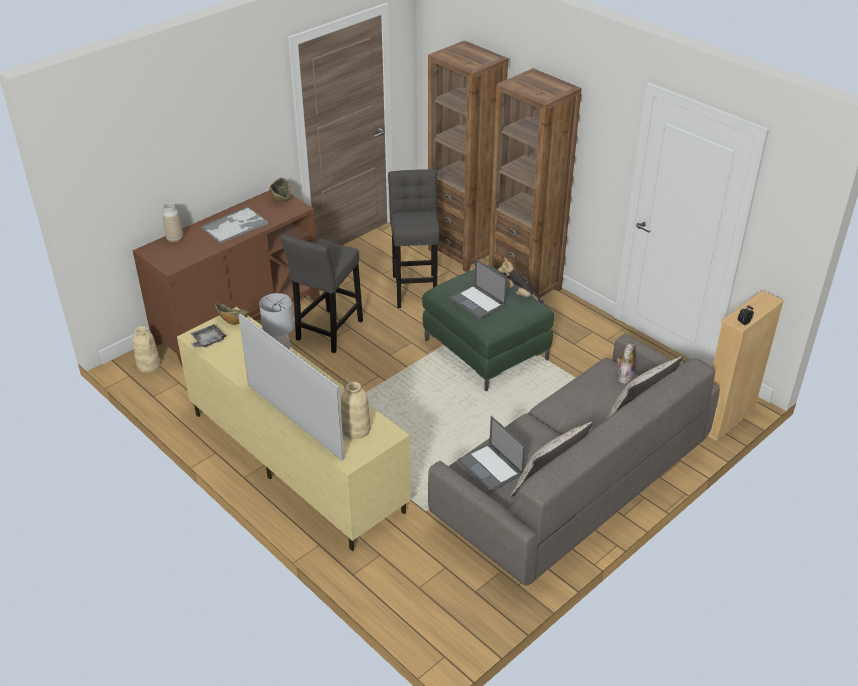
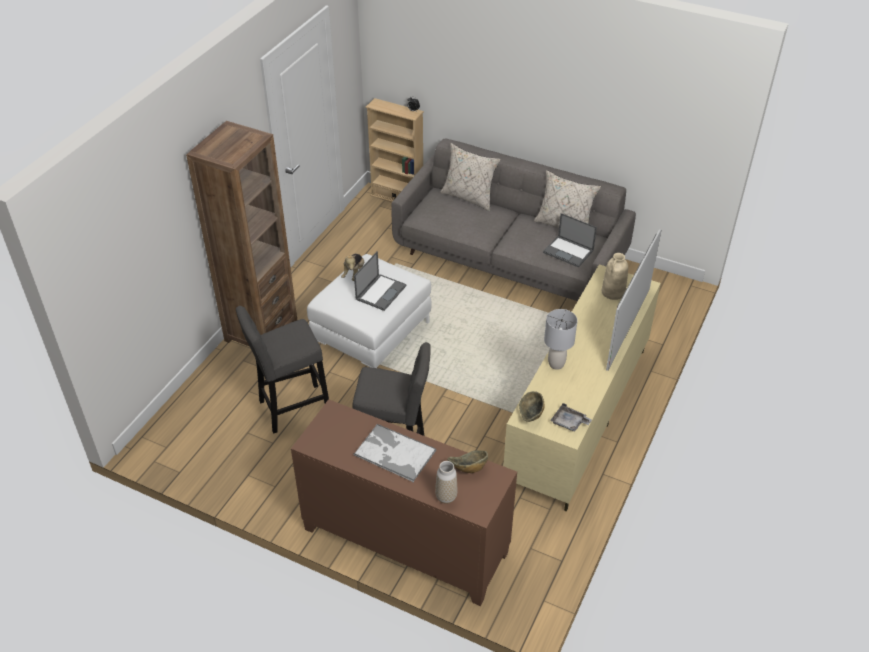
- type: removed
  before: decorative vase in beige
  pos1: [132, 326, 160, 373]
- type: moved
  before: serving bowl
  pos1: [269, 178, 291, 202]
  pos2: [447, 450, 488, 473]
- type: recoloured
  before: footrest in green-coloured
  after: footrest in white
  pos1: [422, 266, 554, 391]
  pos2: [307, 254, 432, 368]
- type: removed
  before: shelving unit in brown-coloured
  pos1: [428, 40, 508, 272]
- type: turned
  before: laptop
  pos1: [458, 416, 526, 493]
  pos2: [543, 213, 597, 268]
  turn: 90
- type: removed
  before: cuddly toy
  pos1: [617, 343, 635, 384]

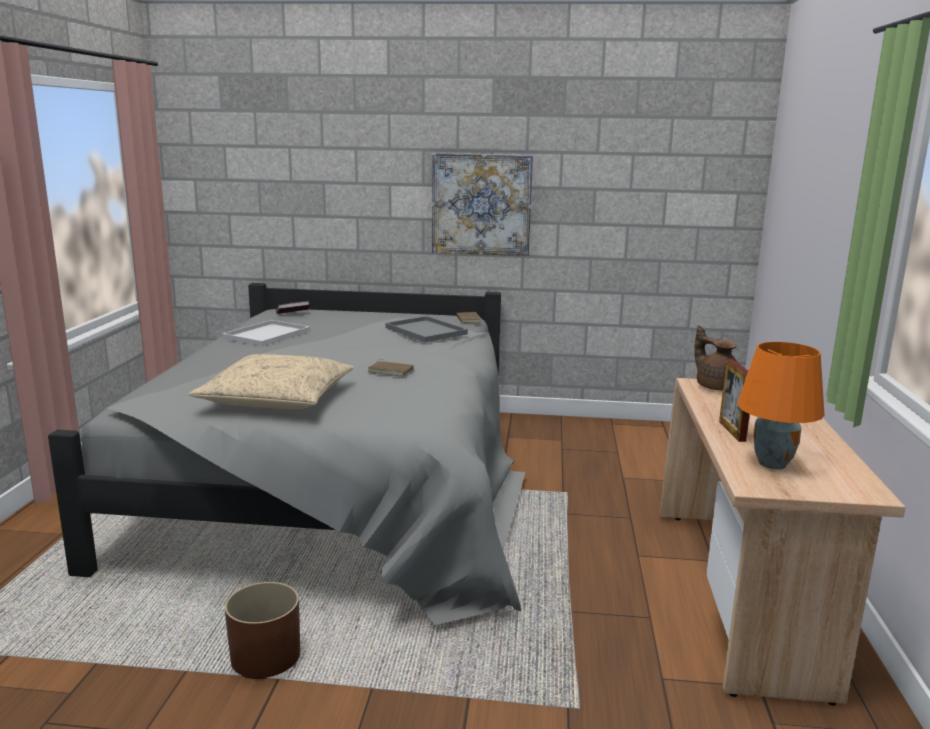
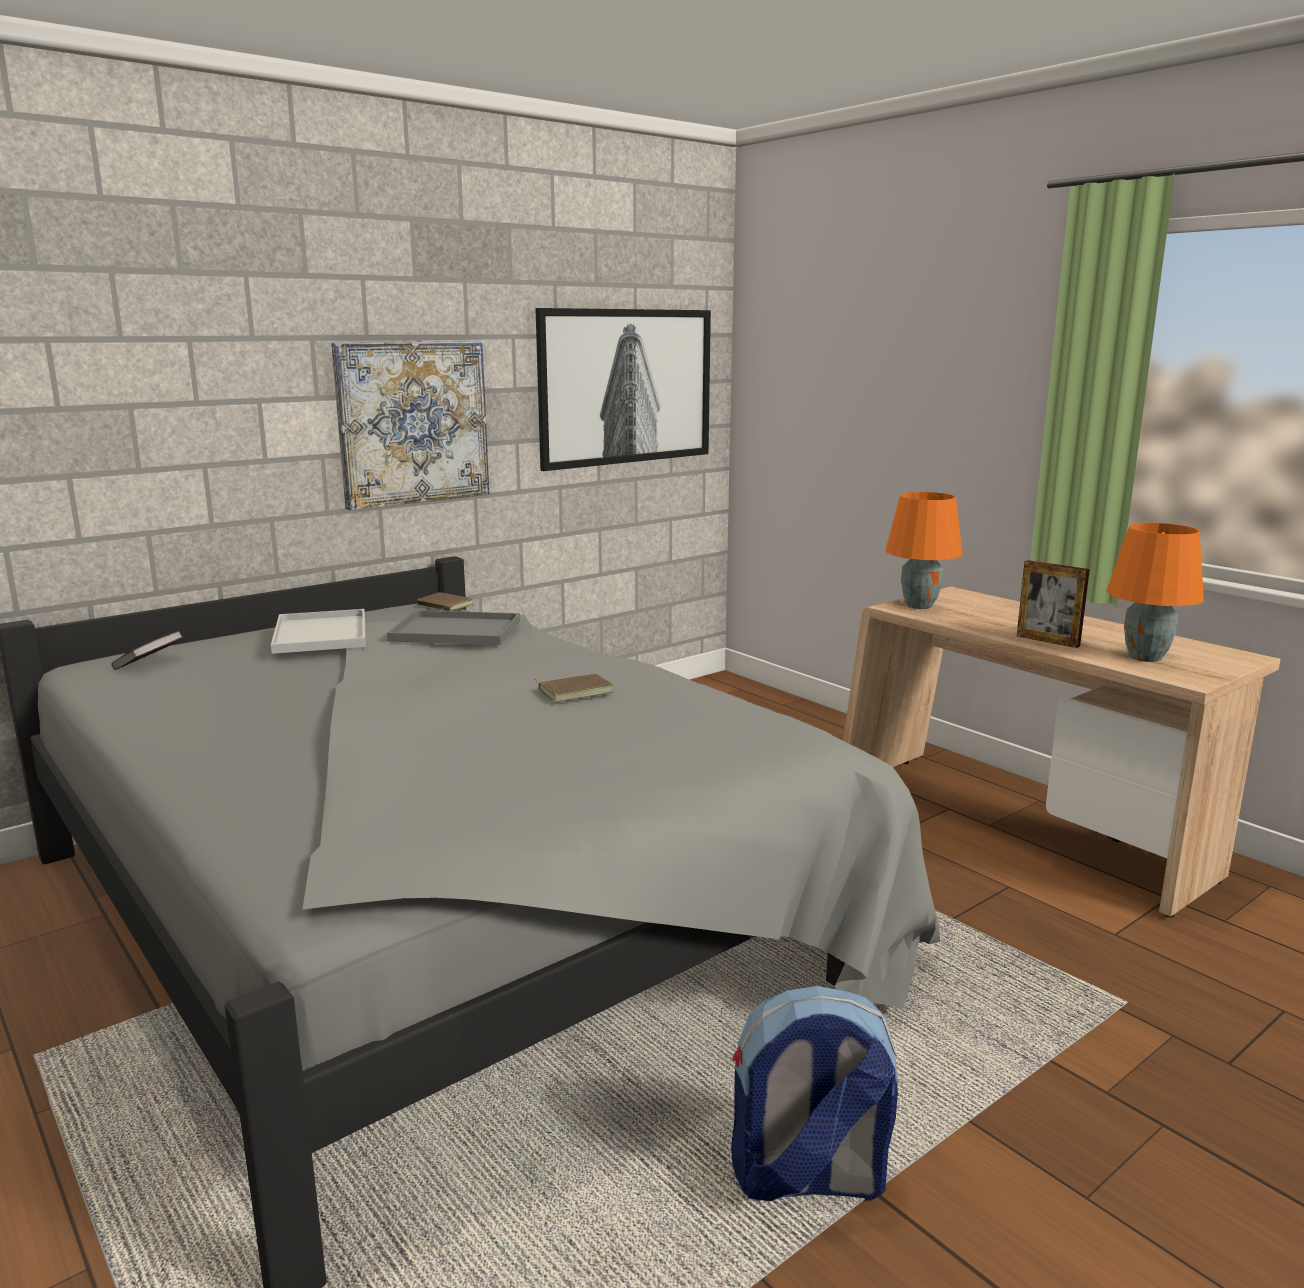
- type: removed
  before: cushion in beige
  pos1: [189, 354, 354, 409]
- type: moved
  before: tray in white
  pos1: [222, 320, 310, 347]
  pos2: [271, 609, 366, 654]
- type: replaced
  before: planter in brown-coloured
  after: knapsack
  pos1: [225, 582, 300, 679]
  pos2: [731, 986, 898, 1201]
- type: replaced
  before: pot for tea in brown-coloured
  after: tabletop lamp in orange-coloured
  pos1: [694, 325, 737, 391]
  pos2: [885, 492, 962, 609]
- type: added
  after: wall picture
  pos2: [535, 308, 711, 471]

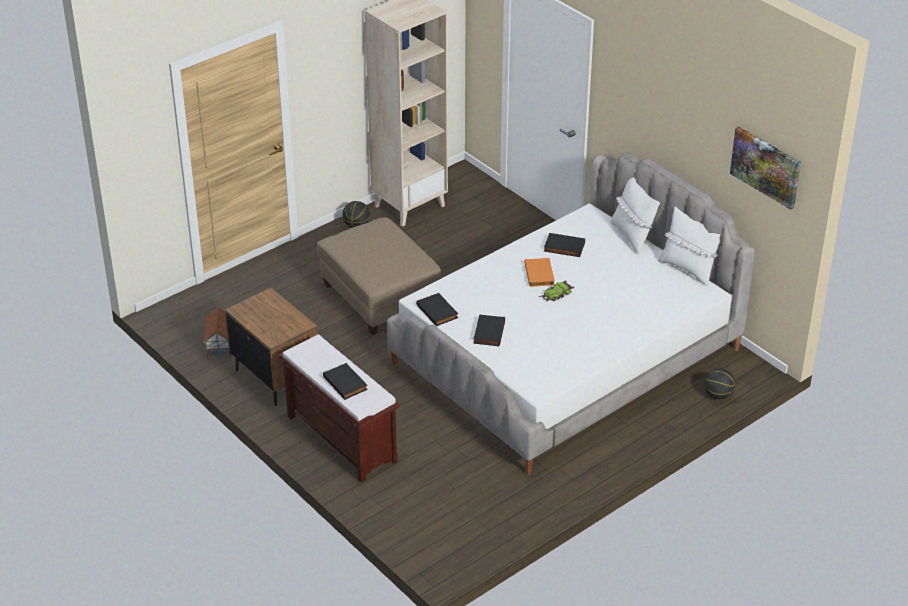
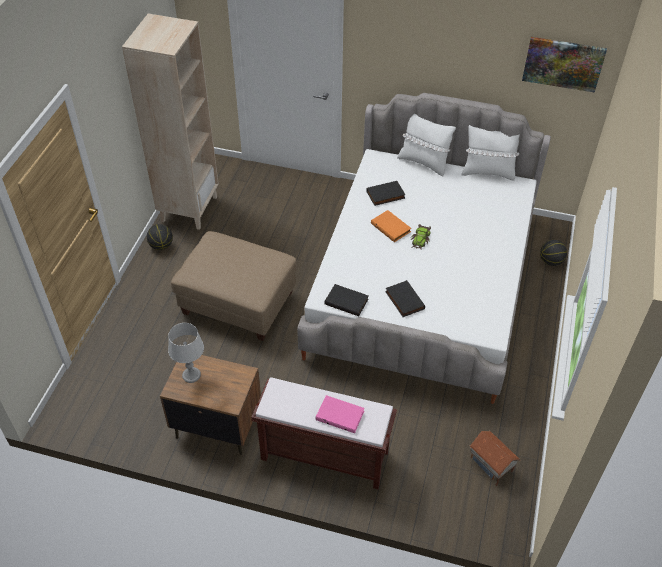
- type: moved
  before: model house
  pos1: [203, 307, 231, 360]
  pos2: [470, 431, 520, 486]
- type: recoloured
  before: book in black
  after: book in pink-coloured
  pos1: [323, 363, 368, 400]
  pos2: [316, 395, 364, 433]
- type: added
  after: tabletop lamp in grey
  pos2: [168, 323, 204, 383]

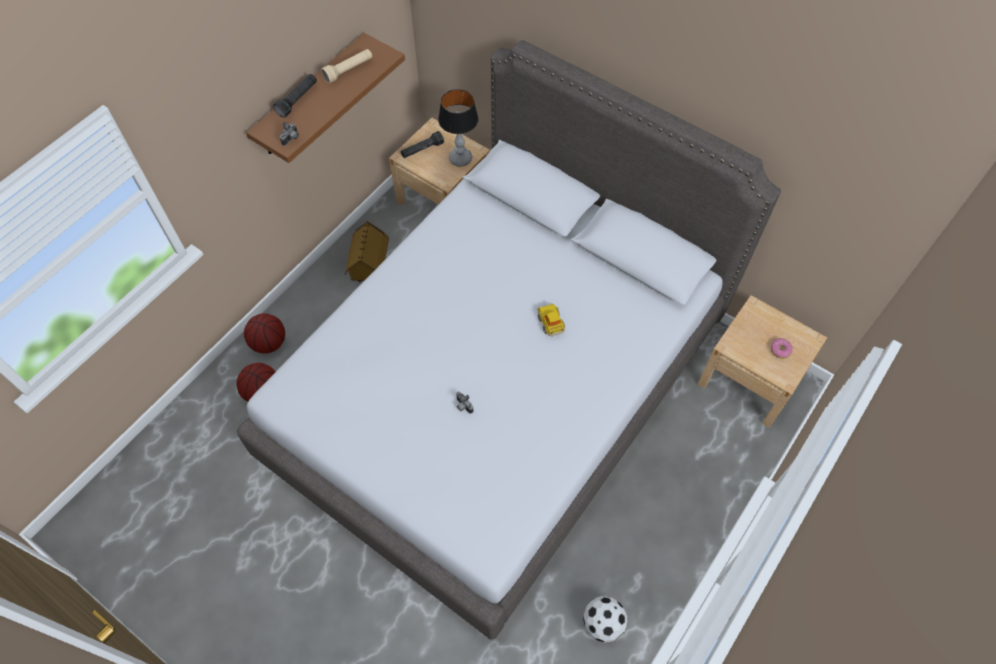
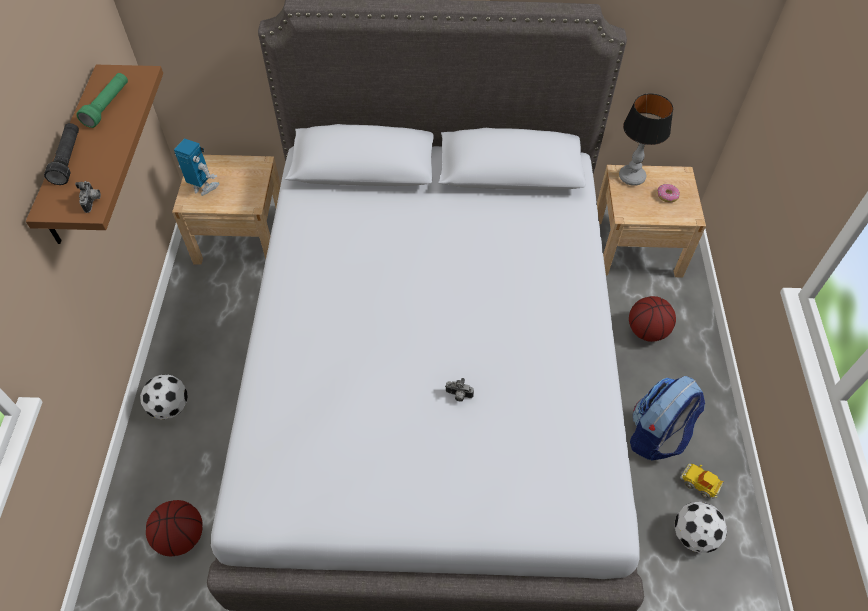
- type: moved
  before: ball for basketball
  pos1: [244, 313, 285, 354]
  pos2: [629, 296, 676, 342]
- type: recoloured
  before: hand torch in beige
  after: hand torch in green-coloured
  pos1: [321, 49, 372, 83]
  pos2: [76, 73, 128, 128]
- type: removed
  before: model house
  pos1: [345, 221, 389, 282]
- type: replaced
  before: hand torch in black
  after: model robot
  pos1: [401, 131, 444, 158]
  pos2: [174, 138, 219, 196]
- type: moved
  before: tabletop lamp
  pos1: [438, 89, 478, 167]
  pos2: [619, 93, 673, 186]
- type: moved
  before: toy car
  pos1: [537, 303, 565, 337]
  pos2: [680, 464, 723, 499]
- type: added
  after: football
  pos2: [140, 374, 188, 419]
- type: added
  after: knapsack
  pos2: [630, 376, 705, 461]

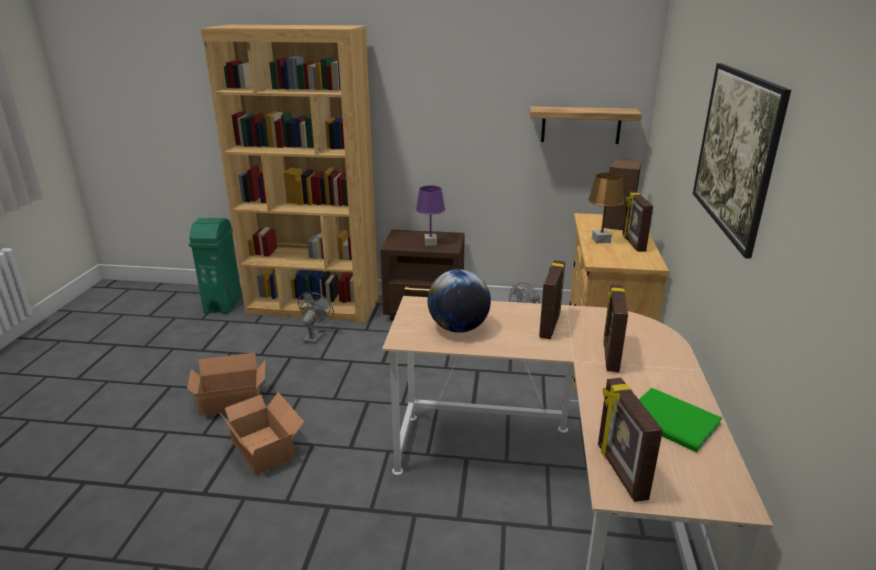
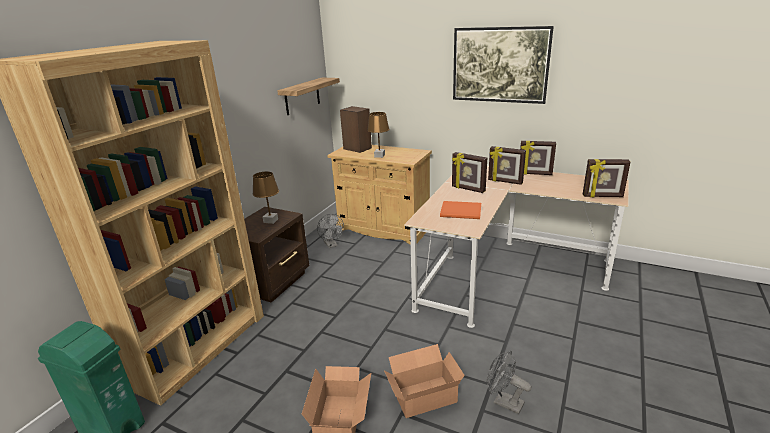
- type: moved
  before: cooling fan in grey
  pos1: [298, 292, 334, 344]
  pos2: [486, 351, 532, 414]
- type: recoloured
  before: tabletop lamp in purplish
  after: tabletop lamp in brown-coloured
  pos1: [416, 185, 445, 246]
  pos2: [253, 171, 279, 224]
- type: replaced
  before: globe
  after: book in orange-coloured
  pos1: [428, 269, 491, 333]
  pos2: [440, 201, 481, 219]
- type: moved
  before: picture frame
  pos1: [623, 191, 653, 252]
  pos2: [520, 141, 556, 175]
- type: removed
  before: book in green-coloured
  pos1: [639, 388, 722, 453]

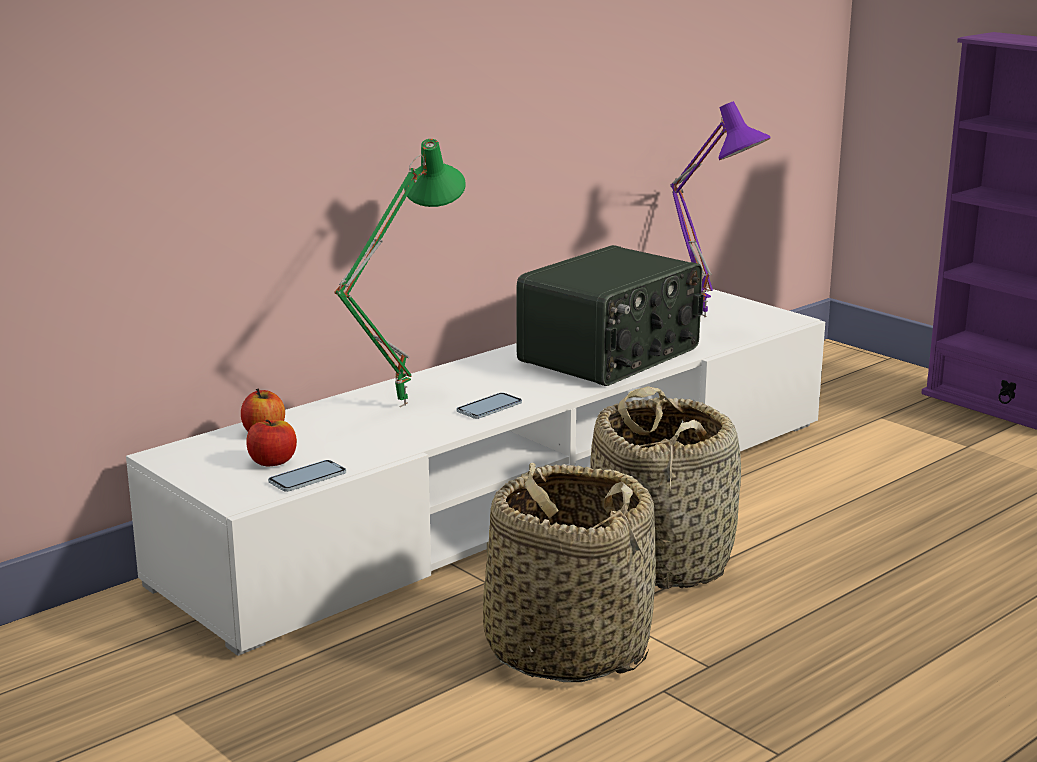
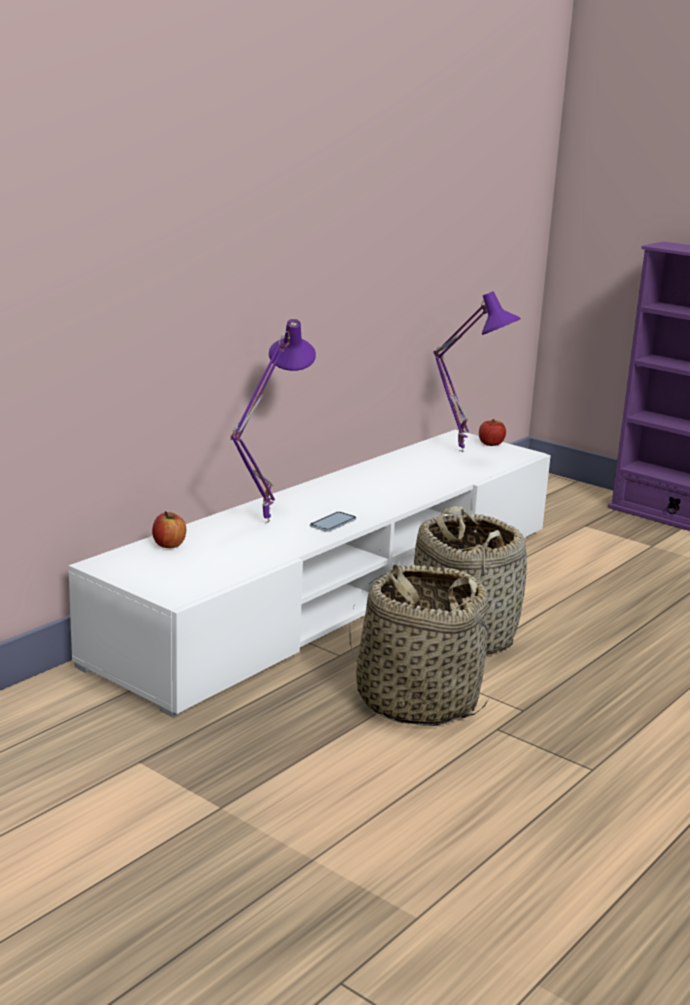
- type: moved
  before: apple fruit
  pos1: [246, 420, 297, 466]
  pos2: [479, 419, 506, 446]
- type: removed
  before: handset
  pos1: [268, 460, 346, 492]
- type: recoloured
  before: tabletop lamp in green-coloured
  after: tabletop lamp in purplish
  pos1: [334, 139, 466, 407]
  pos2: [230, 319, 316, 524]
- type: removed
  before: radio receiver
  pos1: [517, 245, 704, 386]

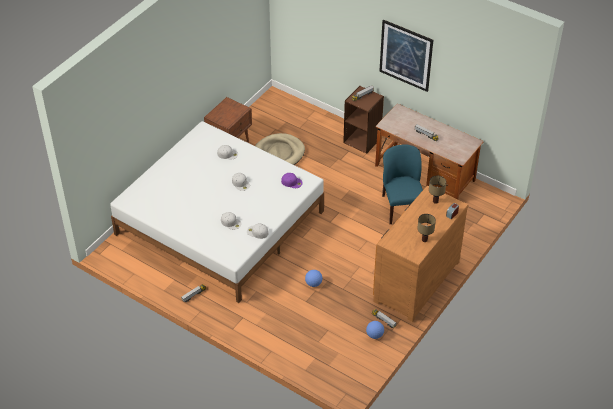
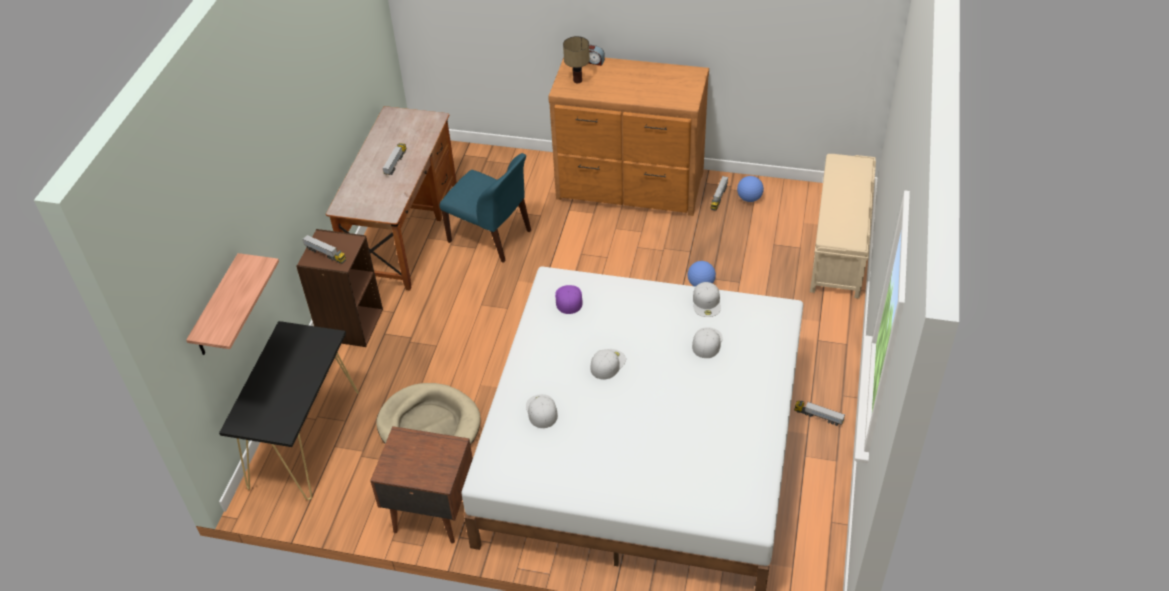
- type: removed
  before: wall picture
  pos1: [379, 19, 433, 92]
- type: turned
  before: plain chair in blue
  pos1: [382, 144, 423, 224]
  pos2: [439, 153, 531, 263]
  turn: -120
- type: removed
  before: tabletop lamp
  pos1: [417, 214, 436, 242]
- type: added
  after: shelf
  pos2: [186, 253, 279, 355]
- type: added
  after: narrow table in black
  pos2: [219, 321, 359, 500]
- type: added
  after: indoor bench in beige
  pos2: [810, 154, 876, 299]

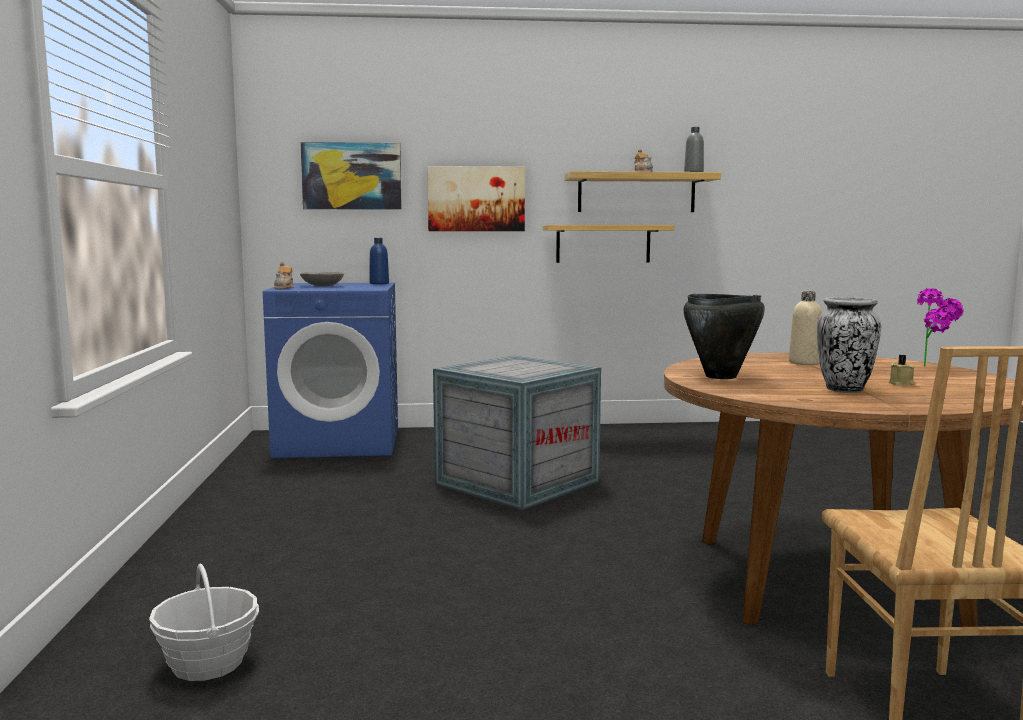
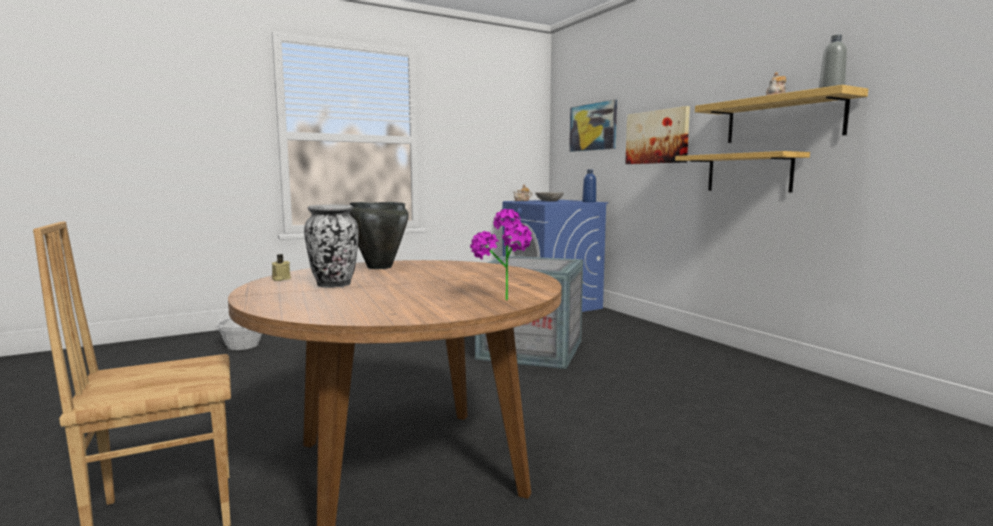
- type: removed
  before: bottle in beige
  pos1: [789, 291, 822, 365]
- type: moved
  before: wax light in beige
  pos1: [889, 355, 915, 386]
  pos2: [272, 254, 291, 281]

